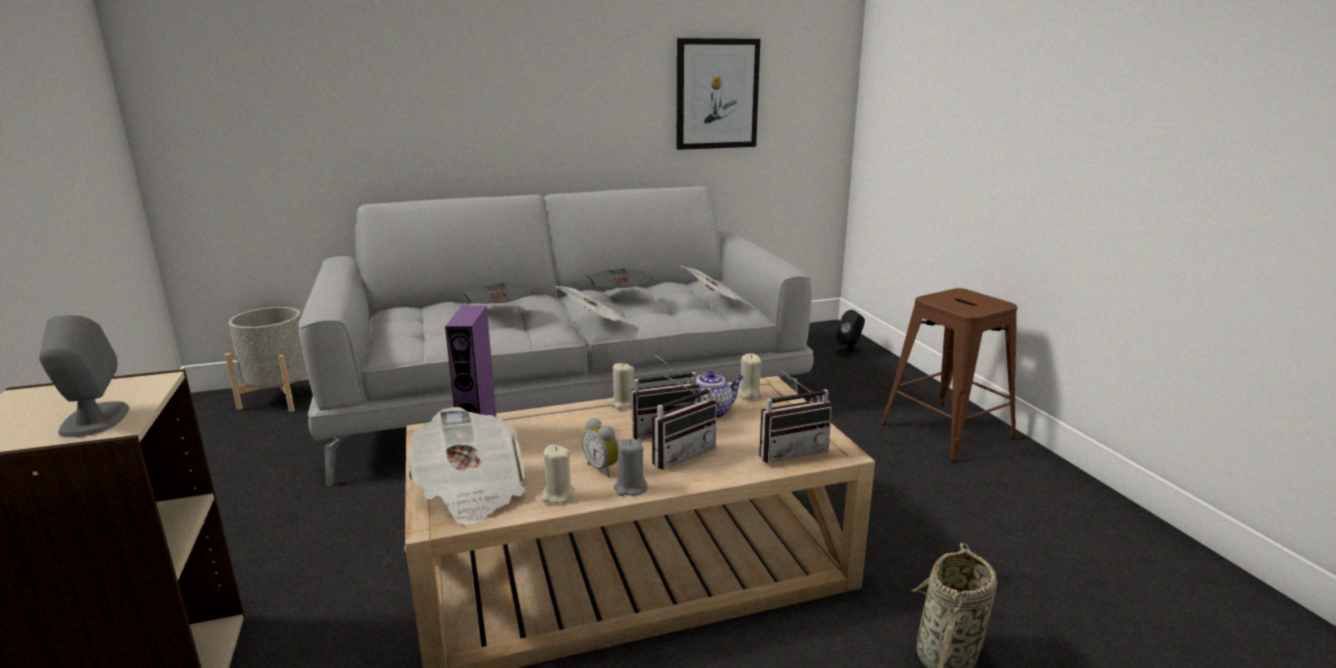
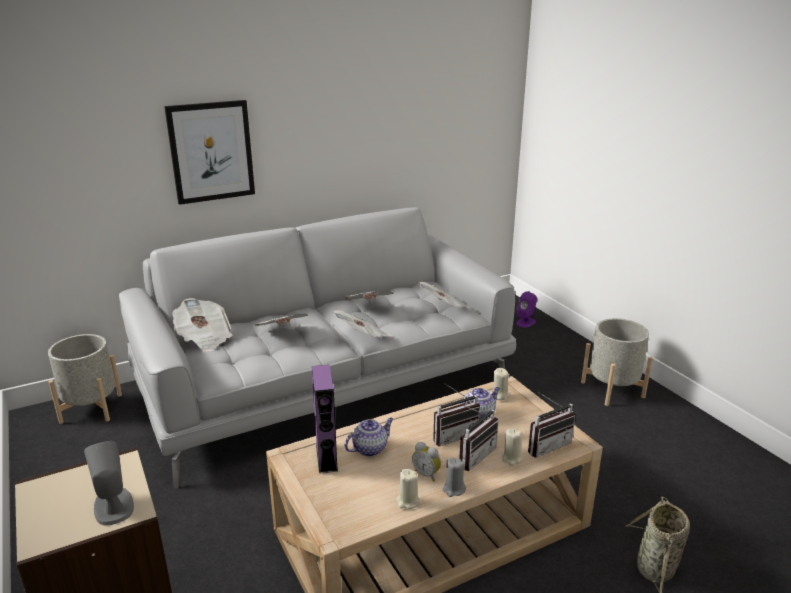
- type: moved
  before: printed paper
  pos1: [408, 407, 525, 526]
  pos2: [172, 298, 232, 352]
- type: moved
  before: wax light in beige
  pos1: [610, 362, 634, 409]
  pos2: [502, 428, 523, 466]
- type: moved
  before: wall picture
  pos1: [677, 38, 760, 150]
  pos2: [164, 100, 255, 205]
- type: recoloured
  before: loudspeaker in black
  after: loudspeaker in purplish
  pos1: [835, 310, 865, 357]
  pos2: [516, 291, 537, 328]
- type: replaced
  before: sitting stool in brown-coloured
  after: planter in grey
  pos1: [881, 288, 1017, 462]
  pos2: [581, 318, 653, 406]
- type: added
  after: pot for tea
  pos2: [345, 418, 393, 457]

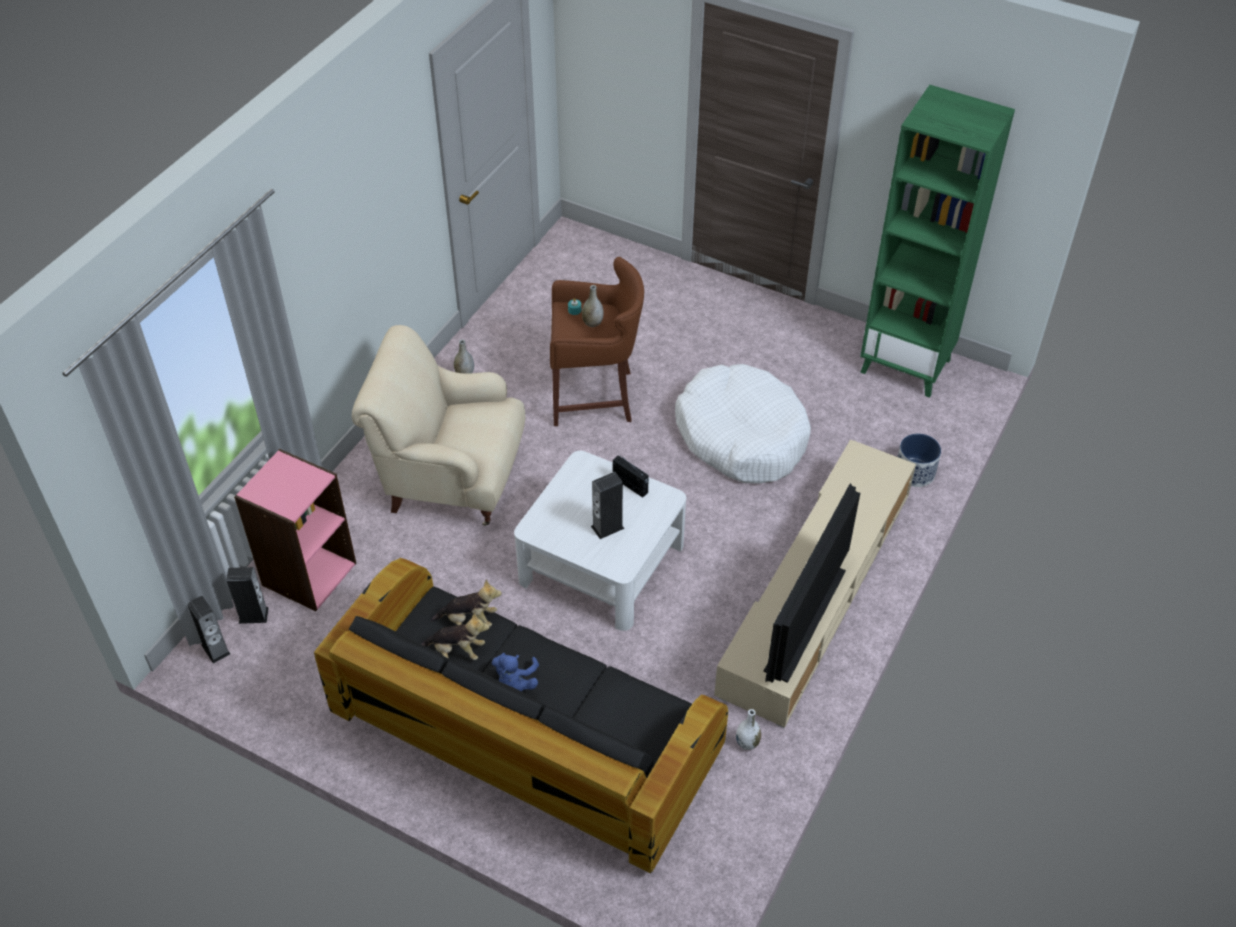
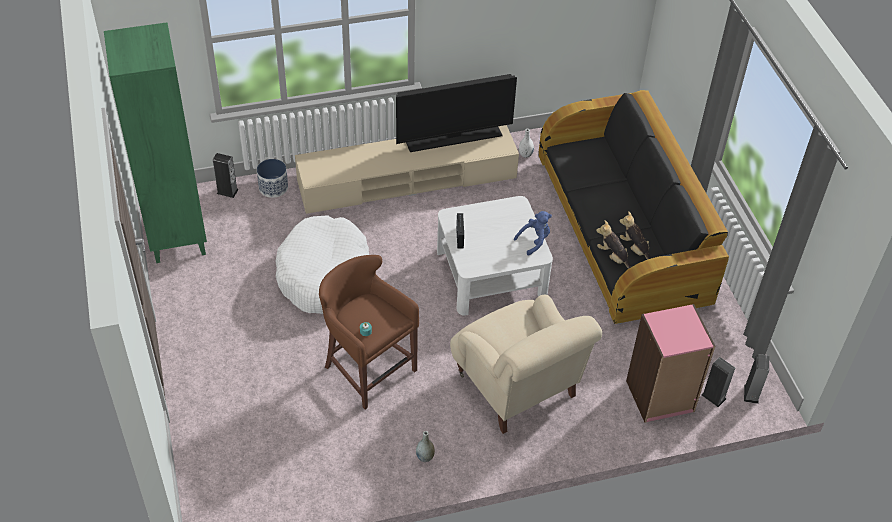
- type: moved
  before: cuddly toy in blue
  pos1: [492, 653, 539, 691]
  pos2: [514, 211, 552, 256]
- type: removed
  before: decorative vase in grey
  pos1: [582, 285, 603, 327]
- type: moved
  before: loudspeaker
  pos1: [591, 472, 625, 539]
  pos2: [213, 153, 238, 198]

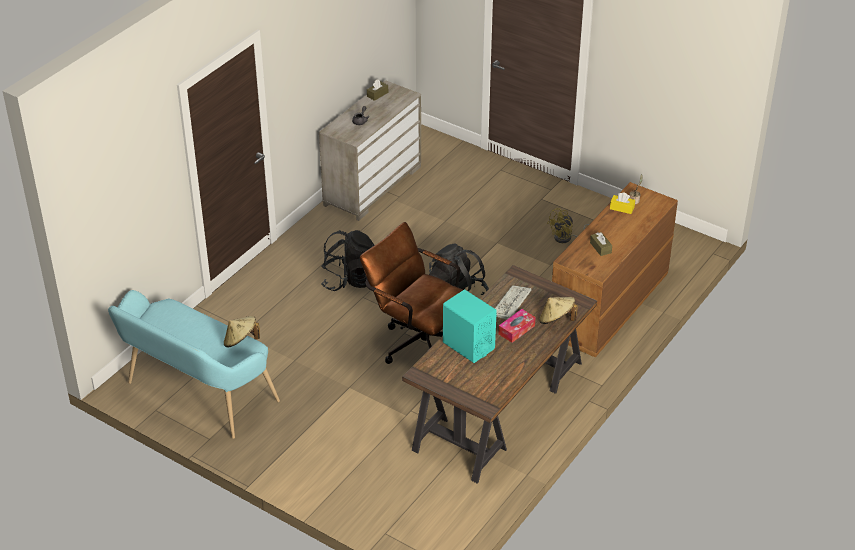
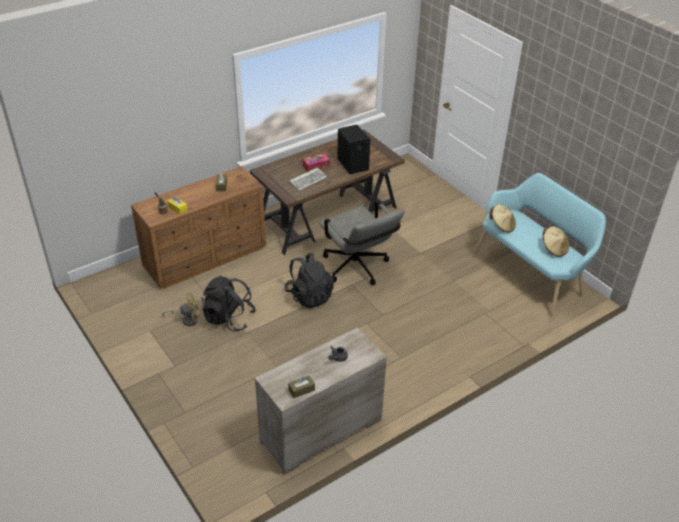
- type: moved
  before: knapsack in black
  pos1: [321, 230, 374, 291]
  pos2: [201, 276, 256, 332]
- type: recoloured
  before: computer chair in brown-coloured
  after: computer chair in grey
  pos1: [360, 222, 463, 364]
  pos2: [319, 201, 405, 285]
- type: recoloured
  before: loudspeaker in blue-green
  after: loudspeaker in black
  pos1: [443, 290, 497, 363]
  pos2: [337, 125, 370, 174]
- type: moved
  before: hat in beige
  pos1: [539, 297, 578, 324]
  pos2: [543, 226, 569, 257]

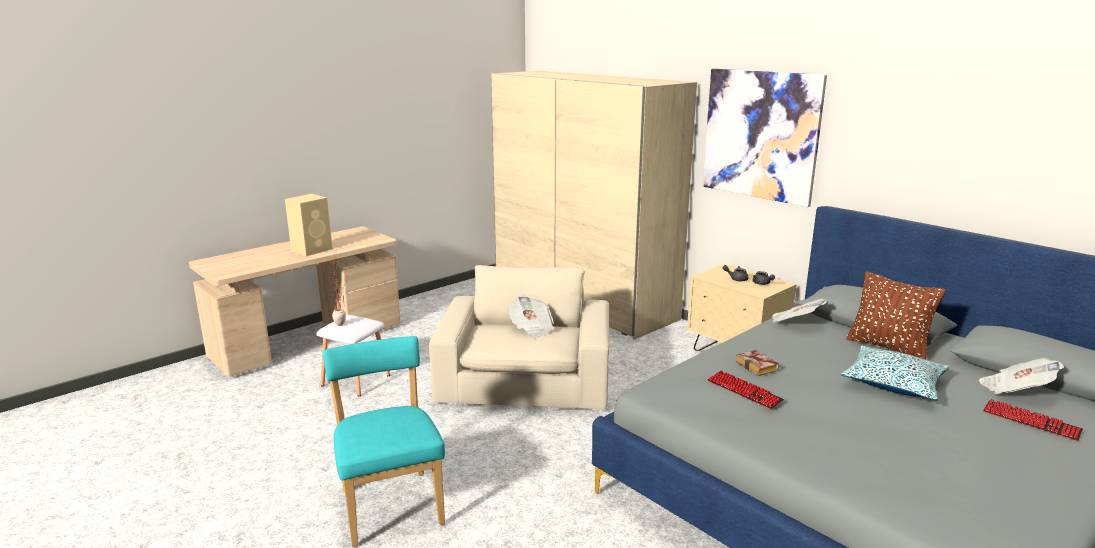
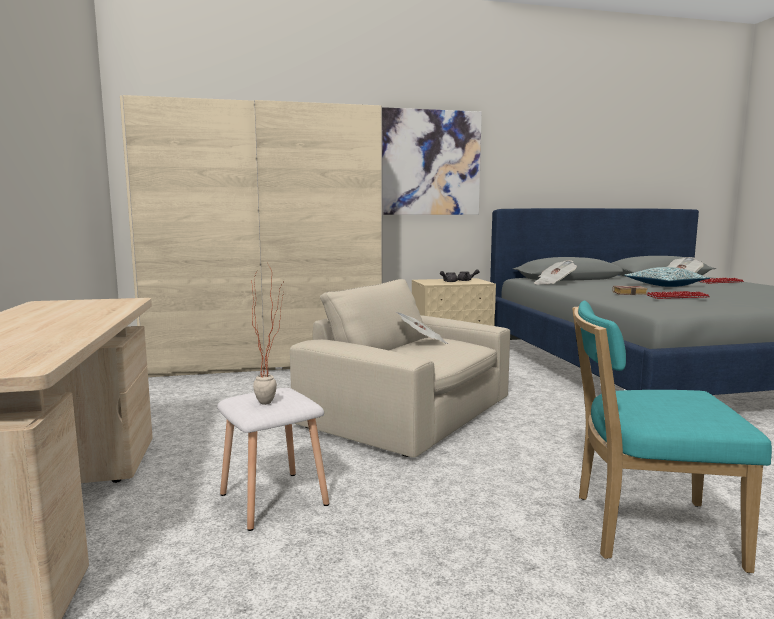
- type: removed
  before: loudspeaker in beige
  pos1: [285, 194, 333, 256]
- type: removed
  before: cushion in brown-coloured
  pos1: [847, 271, 946, 360]

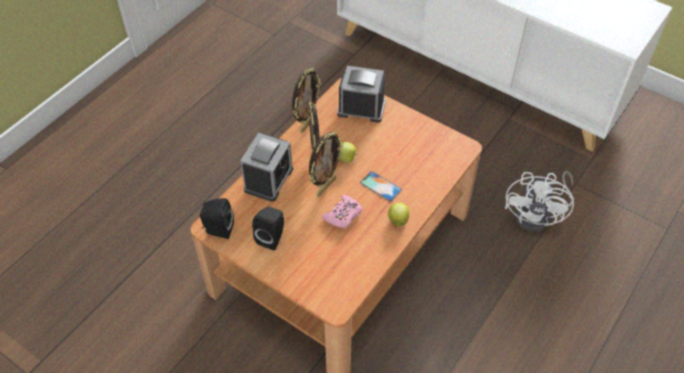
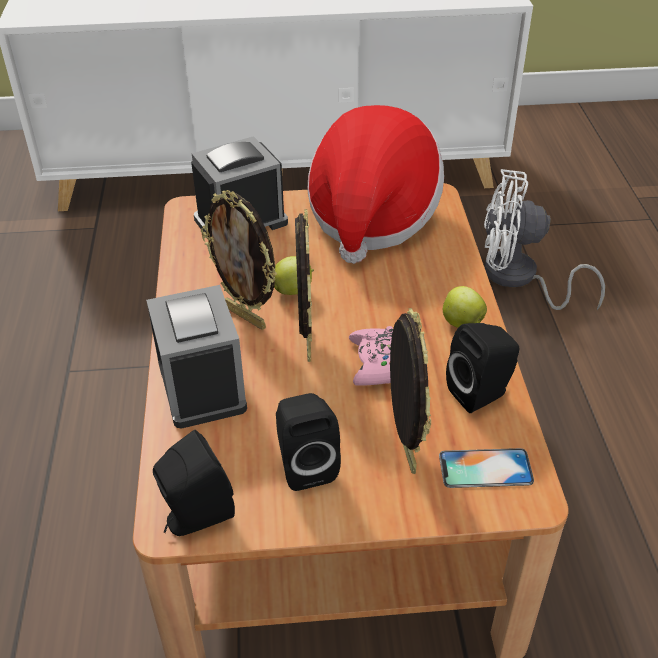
- type: moved
  before: picture frame
  pos1: [292, 68, 321, 133]
  pos2: [390, 308, 431, 474]
- type: moved
  before: handset
  pos1: [360, 171, 402, 201]
  pos2: [439, 448, 534, 488]
- type: turned
  before: cooling fan in white
  pos1: [505, 171, 574, 232]
  pos2: [484, 169, 605, 310]
  turn: 120
- type: added
  after: hat
  pos2: [308, 105, 444, 264]
- type: added
  after: loudspeaker in black
  pos2: [446, 323, 519, 413]

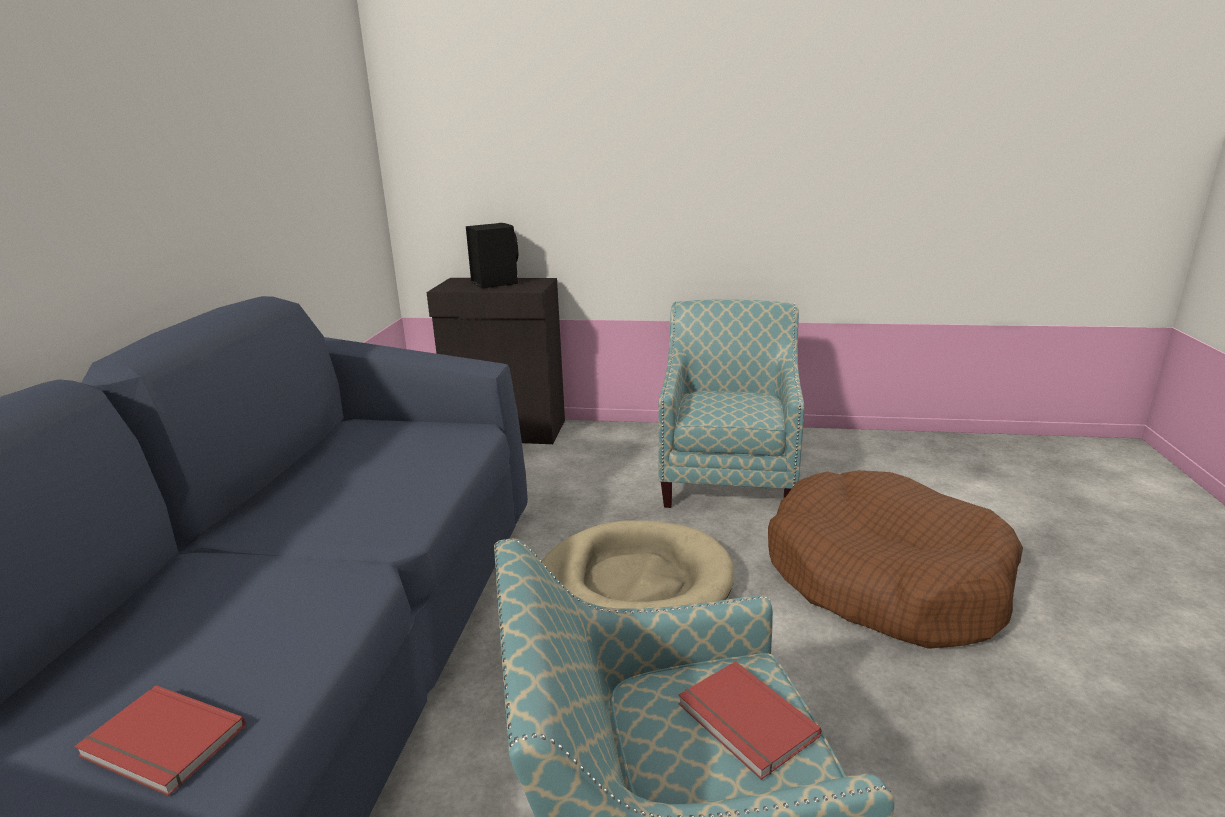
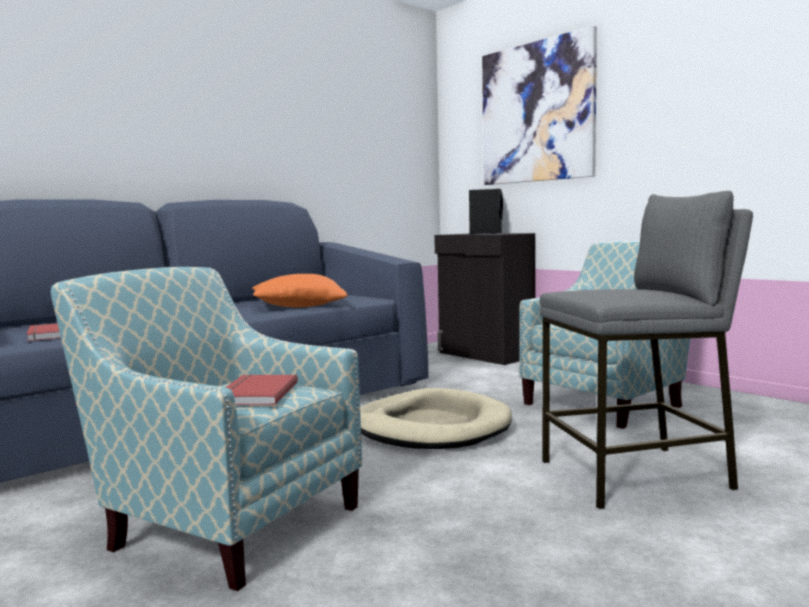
- type: replaced
  before: dog cushion in brown-coloured
  after: sitting stool in grey
  pos1: [768, 470, 1023, 649]
  pos2: [540, 191, 753, 509]
- type: added
  after: cushion in orange-coloured
  pos2: [252, 274, 348, 307]
- type: added
  after: wall picture
  pos2: [482, 25, 597, 185]

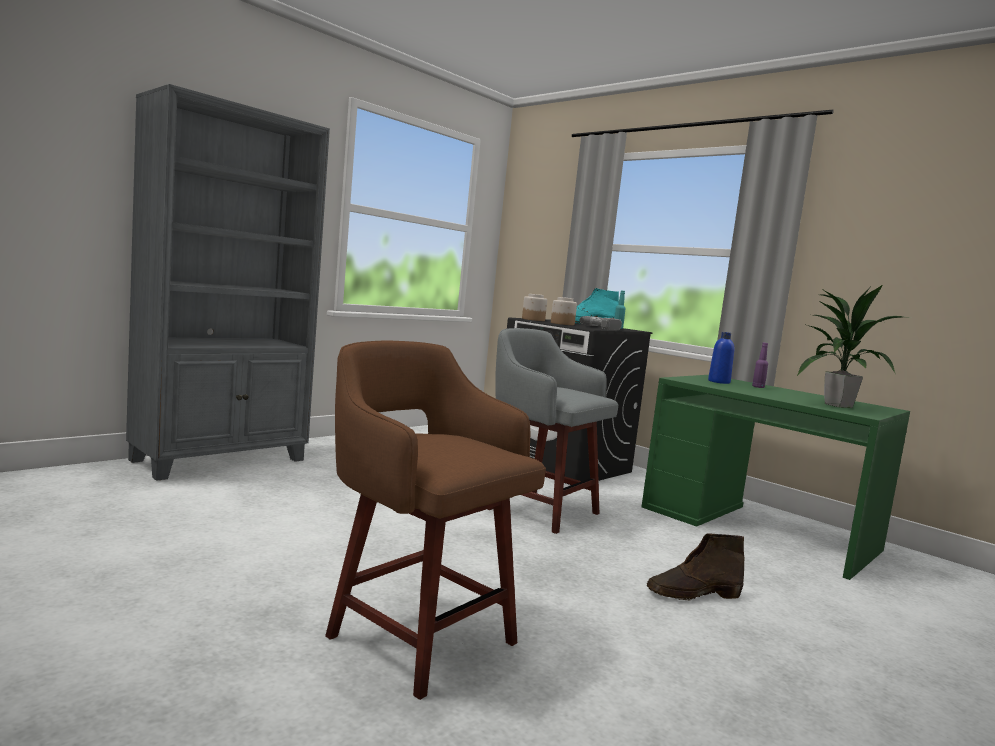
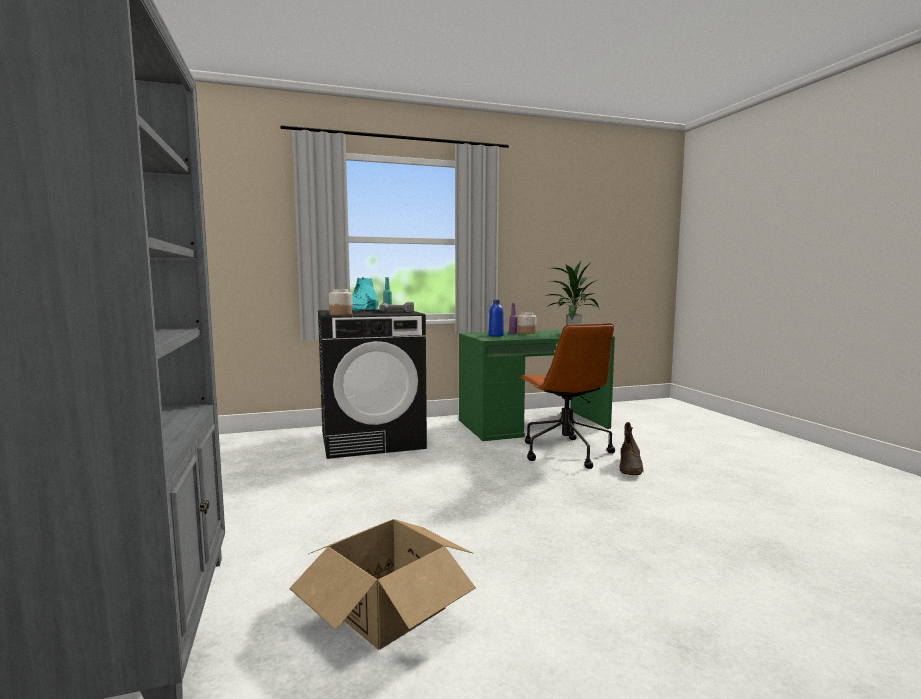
- type: removed
  before: sitting stool in brown-coloured
  pos1: [325, 341, 546, 700]
- type: removed
  before: sitting stool in grey
  pos1: [487, 328, 619, 534]
- type: moved
  before: jar
  pos1: [551, 297, 577, 325]
  pos2: [518, 313, 536, 334]
- type: added
  after: carton
  pos2: [289, 519, 476, 650]
- type: added
  after: computer chair in brown-coloured
  pos2: [519, 323, 615, 469]

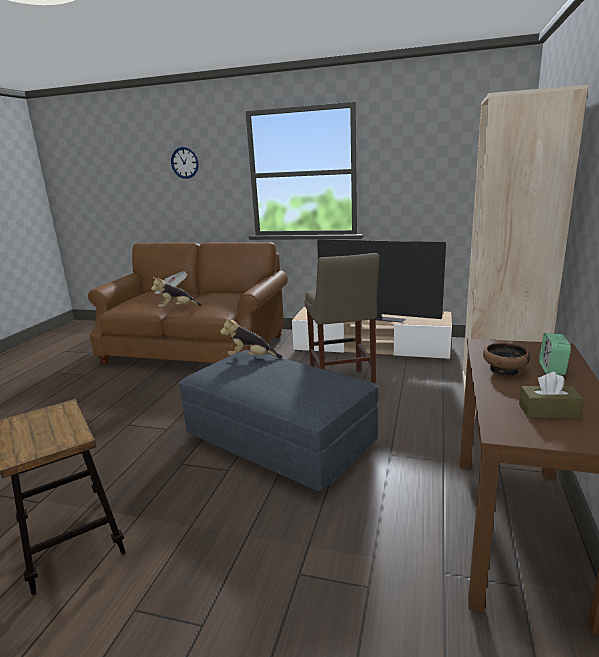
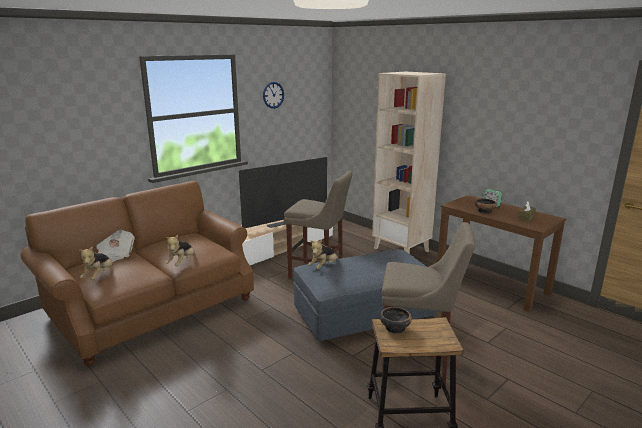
- type: moved
  before: hanging clock
  pos1: [171, 147, 199, 179]
  pos2: [263, 82, 284, 109]
- type: added
  after: cuddly toy
  pos2: [79, 246, 113, 280]
- type: added
  after: serving bowl
  pos2: [380, 307, 412, 334]
- type: added
  after: sitting stool in beige
  pos2: [382, 222, 475, 386]

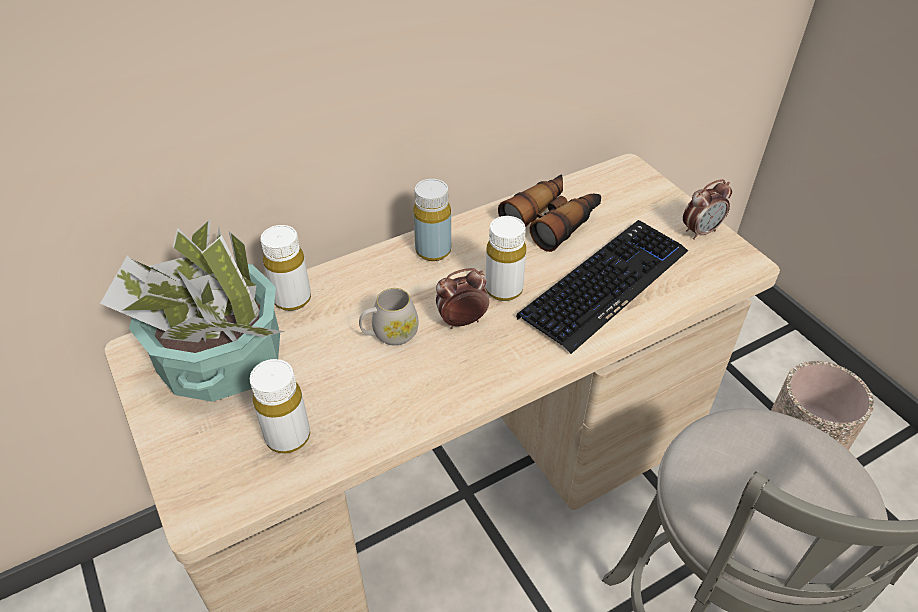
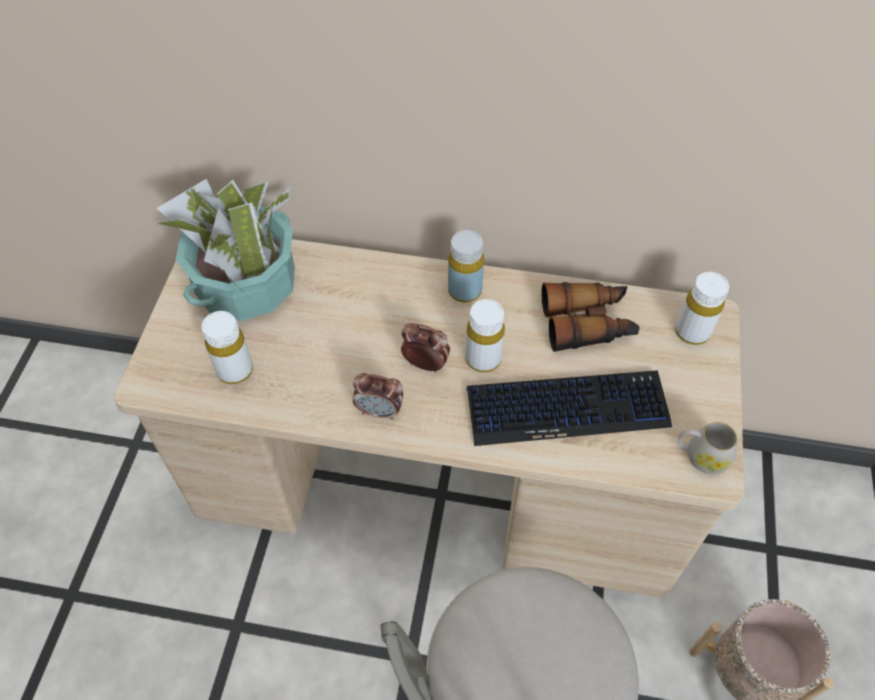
- type: moved
  before: bottle in white
  pos1: [260, 225, 311, 311]
  pos2: [675, 272, 729, 345]
- type: moved
  before: mug in white
  pos1: [359, 288, 419, 346]
  pos2: [678, 422, 737, 474]
- type: moved
  before: bedside clock
  pos1: [683, 179, 732, 240]
  pos2: [353, 373, 403, 420]

